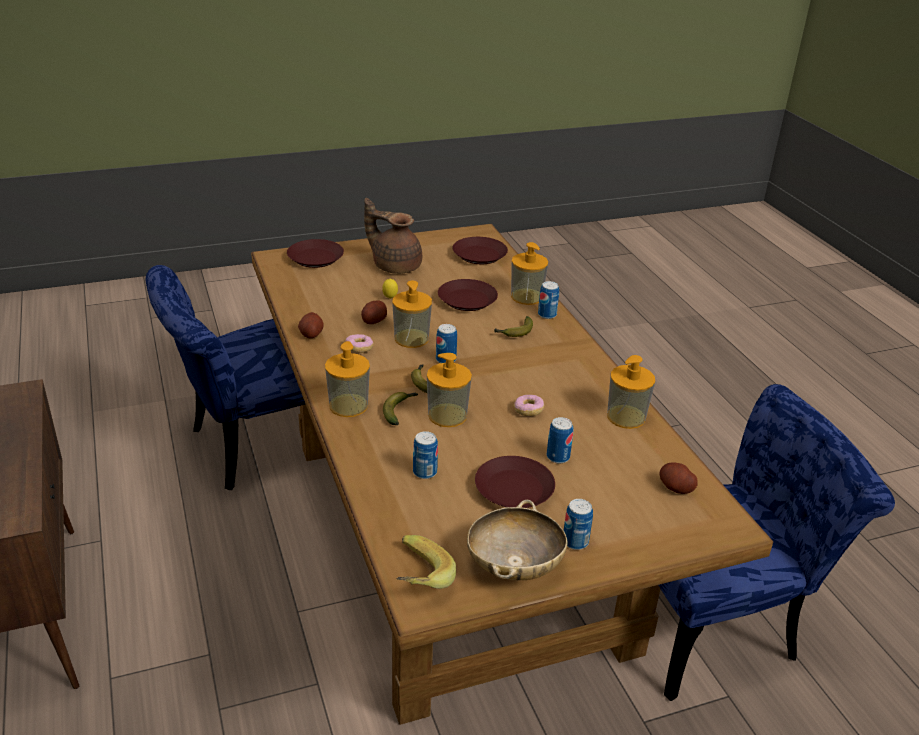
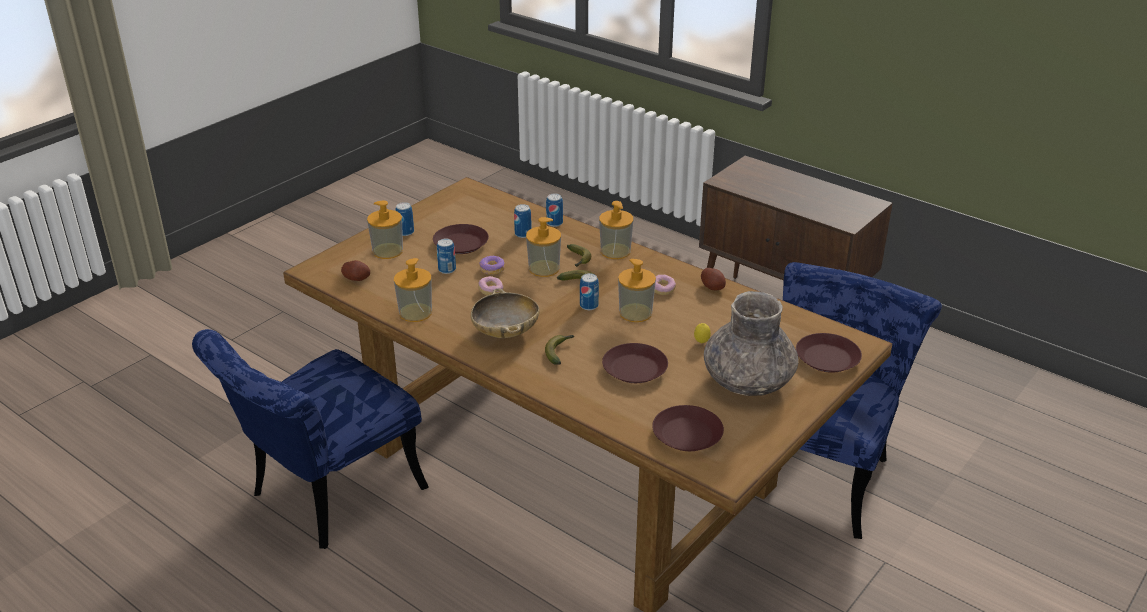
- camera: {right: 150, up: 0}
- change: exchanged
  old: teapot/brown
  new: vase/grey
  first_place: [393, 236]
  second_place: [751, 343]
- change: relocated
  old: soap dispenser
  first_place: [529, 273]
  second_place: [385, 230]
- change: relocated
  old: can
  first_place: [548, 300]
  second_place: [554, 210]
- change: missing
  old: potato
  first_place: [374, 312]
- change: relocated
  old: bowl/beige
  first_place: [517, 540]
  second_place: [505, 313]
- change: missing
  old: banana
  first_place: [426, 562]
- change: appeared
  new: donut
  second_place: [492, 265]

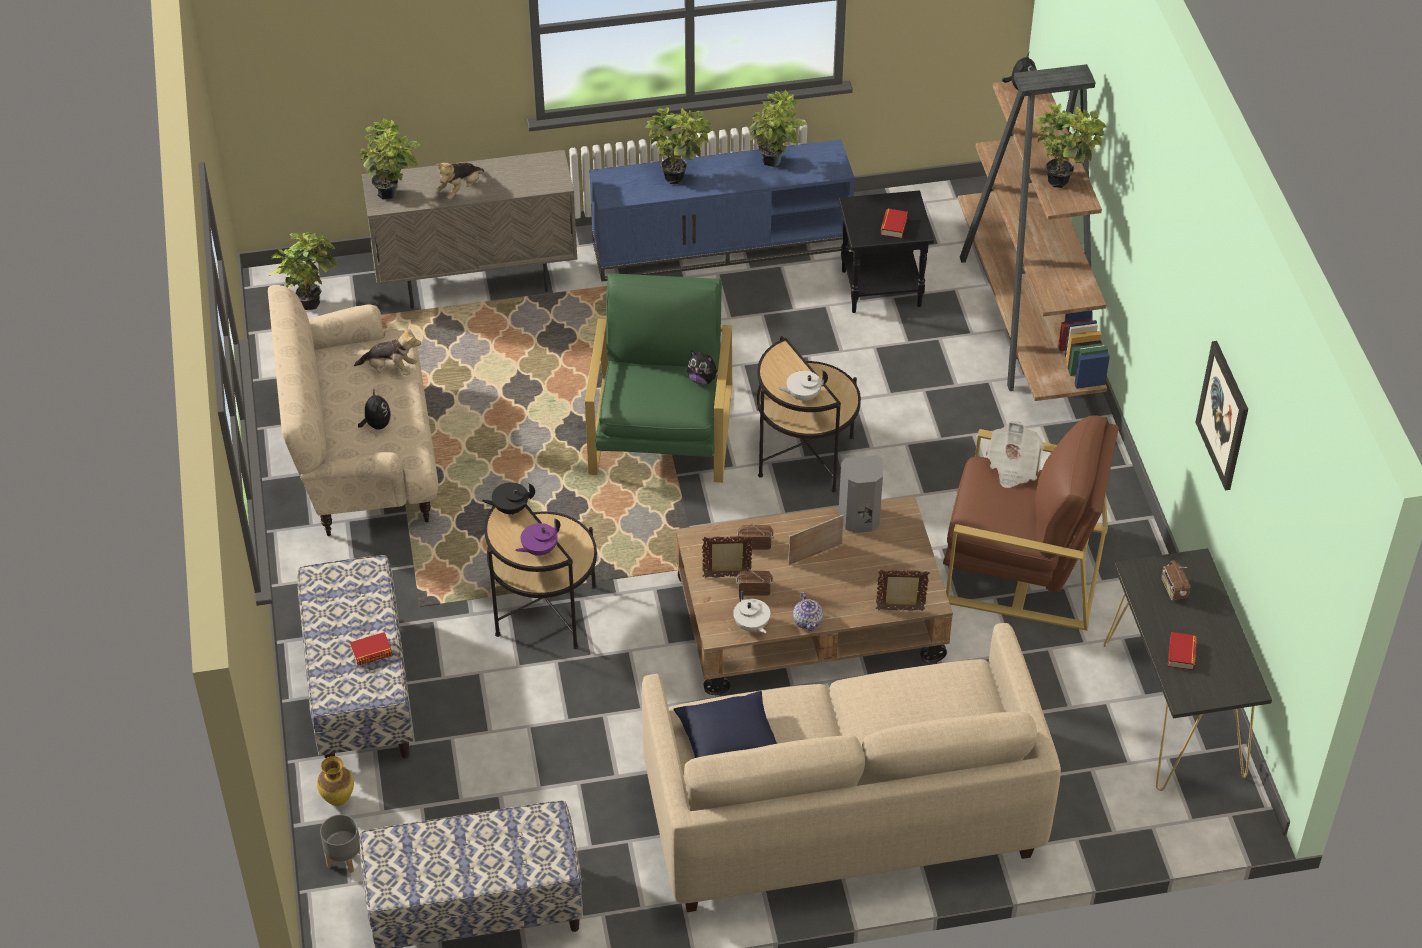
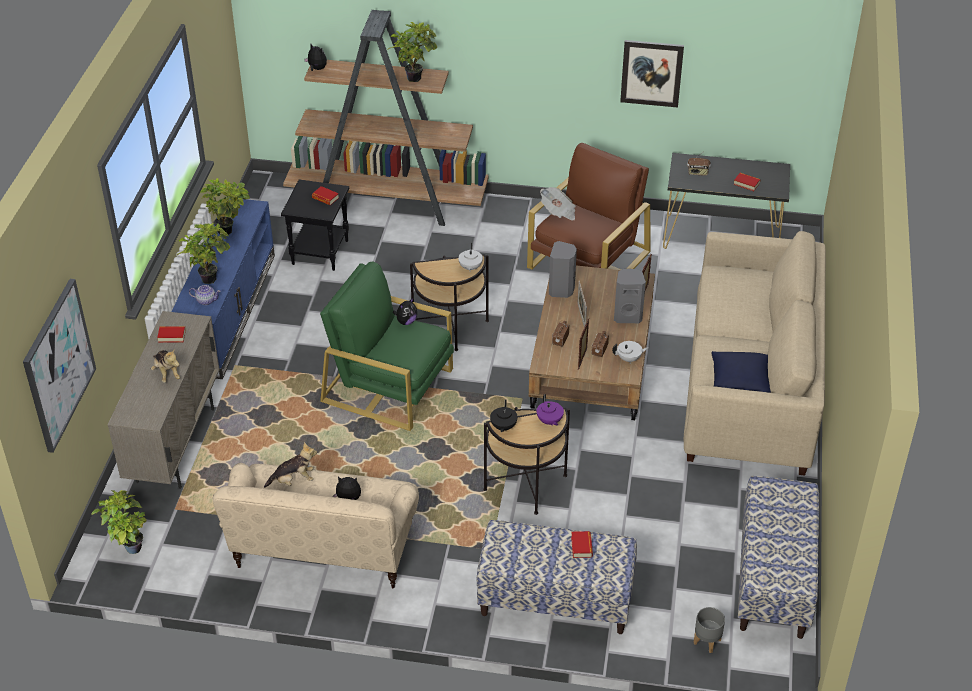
- camera: {right: -70, up: -5}
- change: missing
  old: potted plant
  first_place: [390, 159]
- change: spun
  old: plush toy
  first_place: [387, 351]
  second_place: [290, 465]
  degrees: 45
- change: relocated
  old: teapot
  first_place: [808, 612]
  second_place: [205, 295]
- change: missing
  old: vase
  first_place: [335, 781]
- change: appeared
  new: speaker/grey
  second_place: [630, 296]
- change: appeared
  new: picture
  second_place: [59, 366]
- change: appeared
  new: book
  second_place: [171, 334]

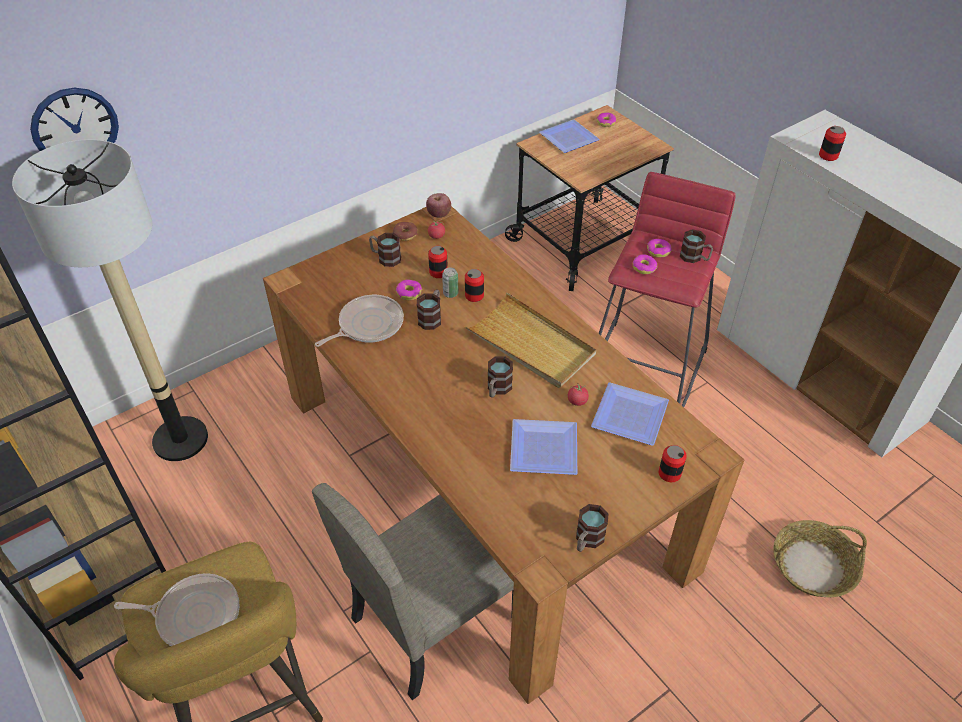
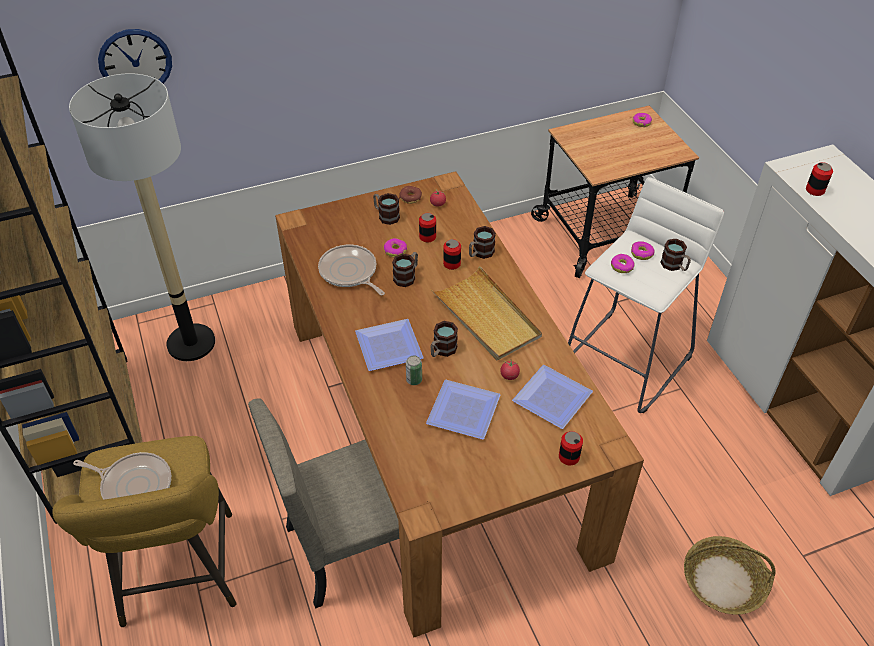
- camera: {right: 15, up: 0}
- change: relocated
  old: plate
  first_place: [569, 136]
  second_place: [389, 345]
- change: colour
  old: stool/red
  new: stool/white
  first_place: [667, 289]
  second_place: [646, 295]
- change: missing
  old: apple
  first_place: [438, 205]
- change: relocated
  old: can
  first_place: [450, 282]
  second_place: [414, 370]
- change: spun
  old: frying pan
  first_place: [359, 321]
  second_place: [351, 270]
  degrees: -105
- change: relocated
  old: mug
  first_place: [592, 528]
  second_place: [482, 242]

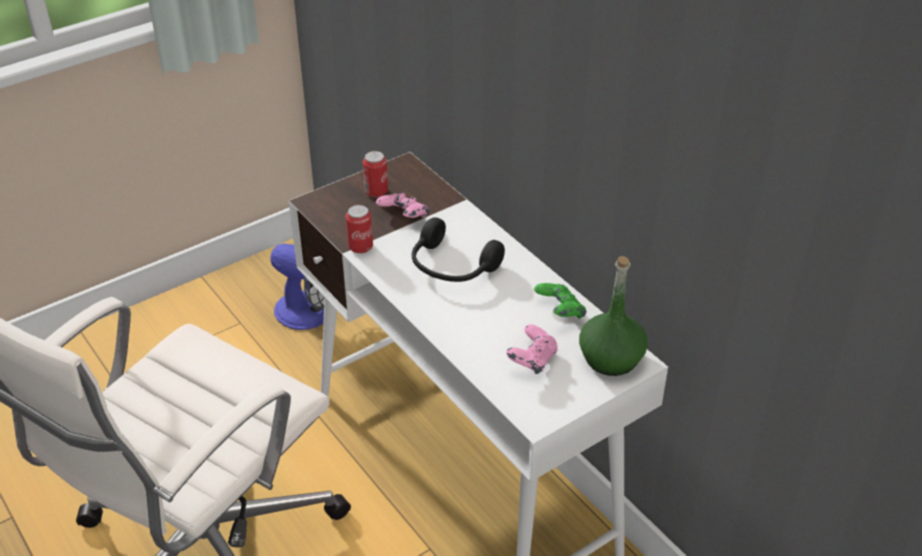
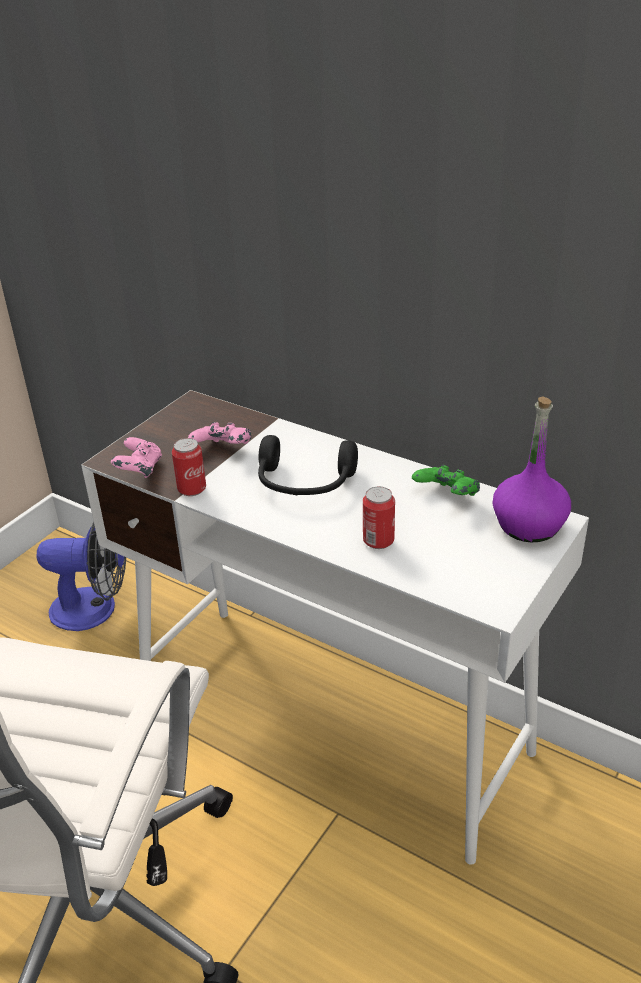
- camera: {right: -20, up: -5}
- change: relocated
  old: can
  first_place: [375, 174]
  second_place: [379, 518]
- change: colour
  old: bottle/green
  new: bottle/purple
  first_place: [613, 316]
  second_place: [532, 469]
- change: relocated
  old: game controller/pink
  first_place: [532, 349]
  second_place: [136, 457]

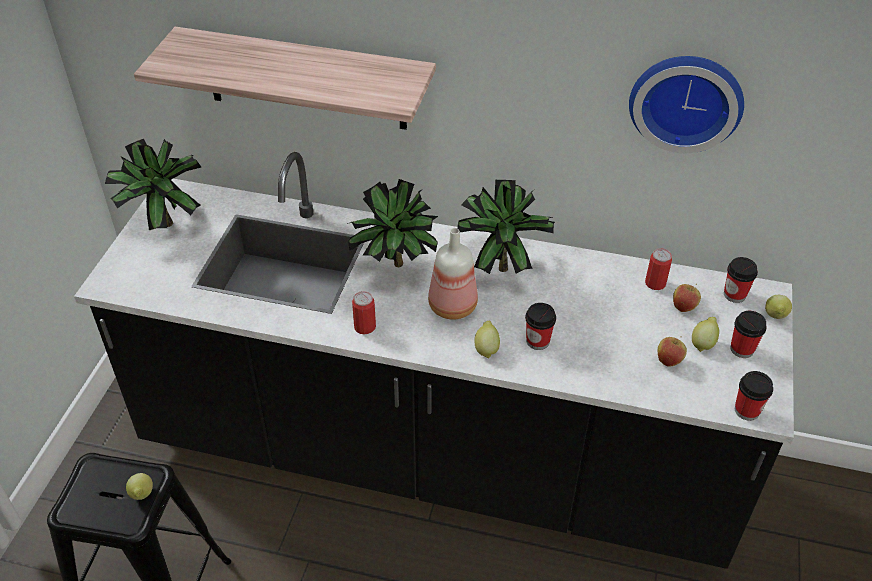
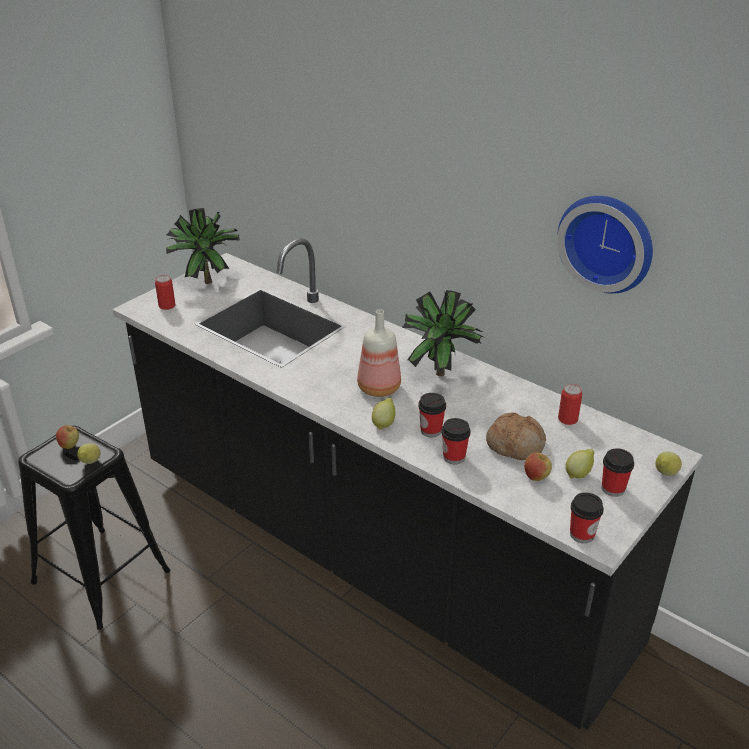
- camera: {right: 25, up: -10}
- change: missing
  old: shelf
  first_place: [285, 78]
- change: missing
  old: potted plant
  first_place: [392, 223]
- change: relocated
  old: cup
  first_place: [741, 280]
  second_place: [456, 441]
- change: relocated
  old: apple
  first_place: [687, 298]
  second_place: [67, 437]
- change: relocated
  old: can
  first_place: [364, 312]
  second_place: [165, 292]
- change: appeared
  new: bread
  second_place: [516, 436]

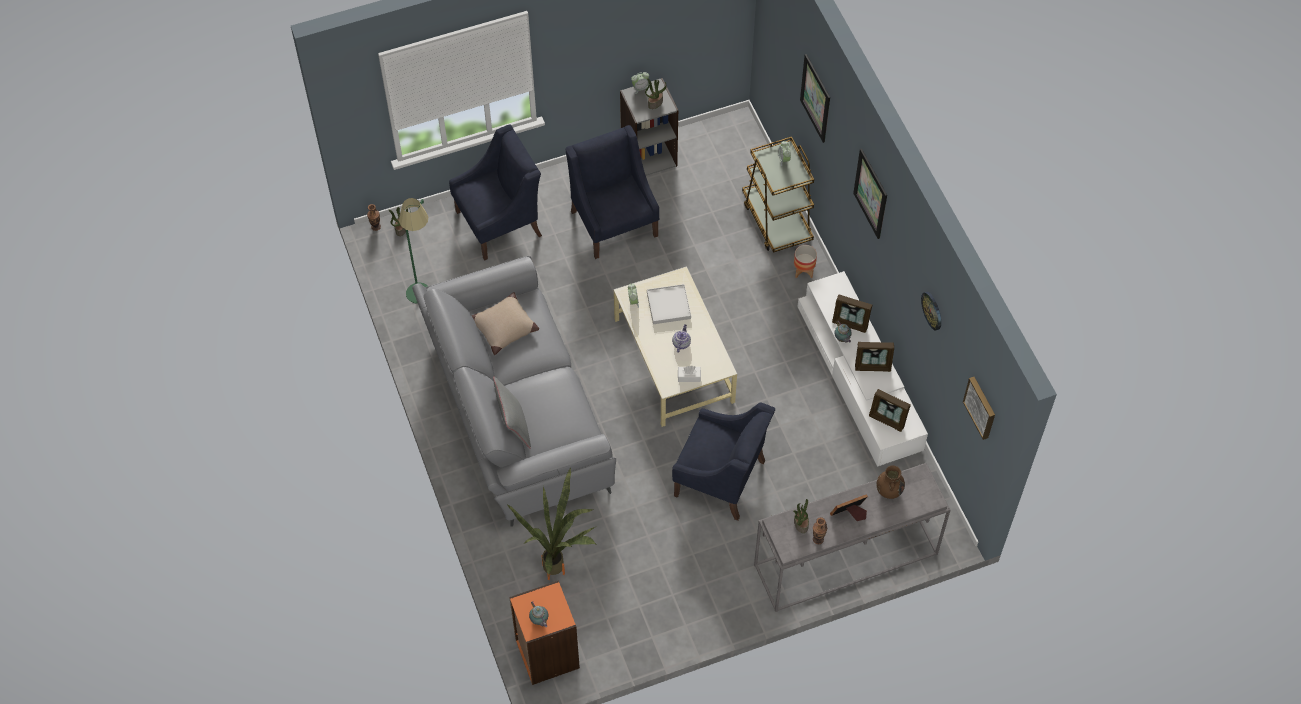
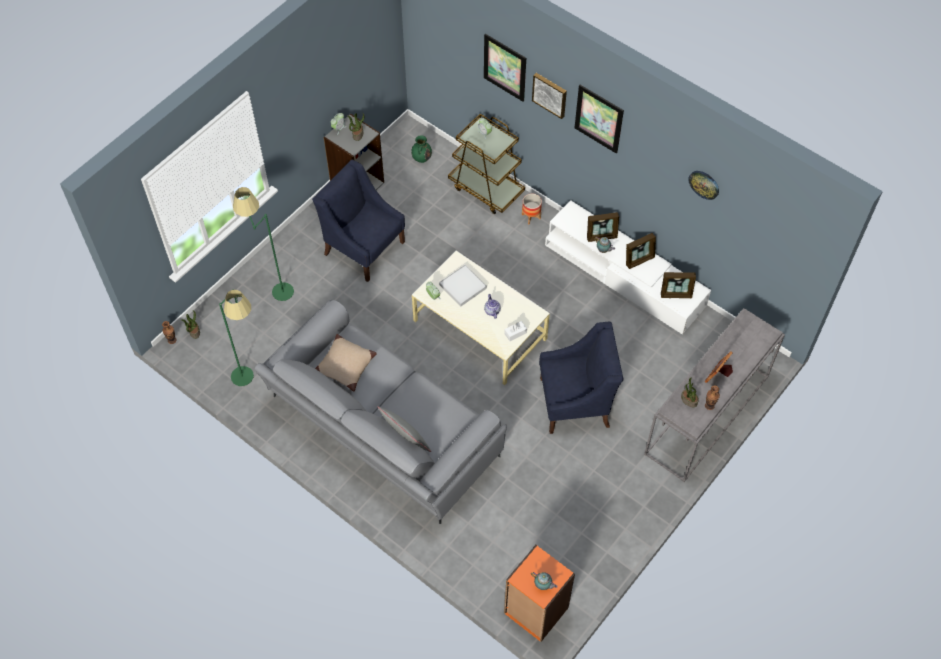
- camera: {right: -30, up: 0}
- change: exchanged
  old: armchair/blue
  new: floor lamp/green
  first_place: [495, 192]
  second_place: [263, 244]
- change: relocated
  old: picture
  first_place: [979, 408]
  second_place: [549, 96]
- change: missing
  old: vase/brown
  first_place: [891, 482]
- change: missing
  old: potted plant
  first_place: [551, 524]
- change: appeared
  new: vase/green
  second_place: [421, 149]

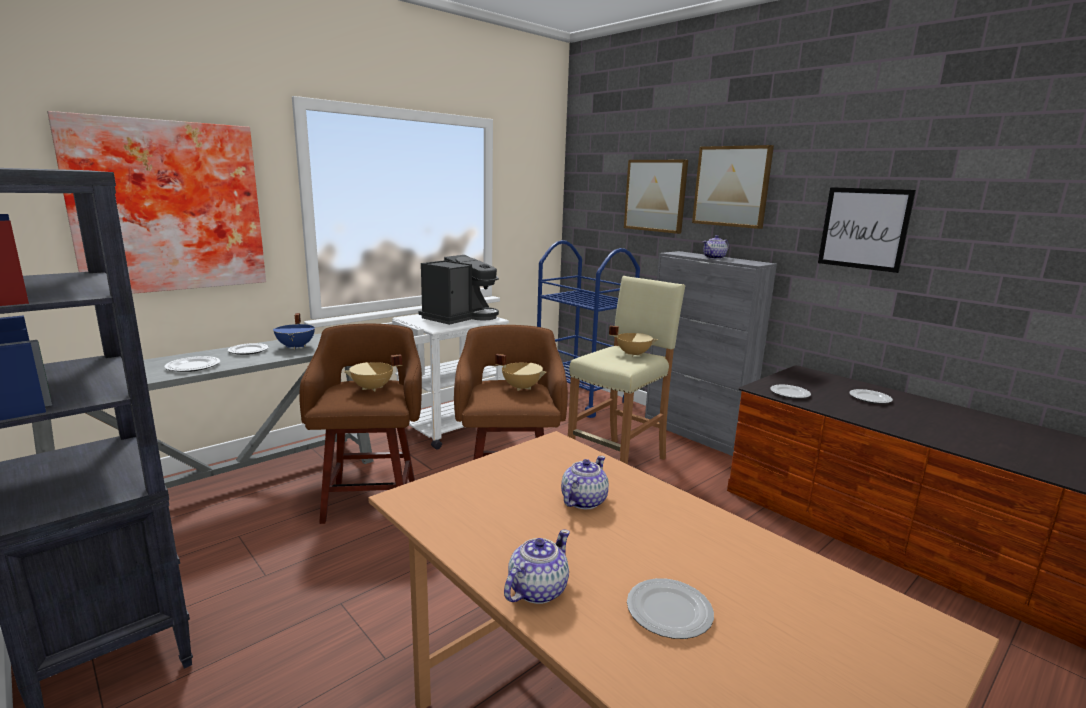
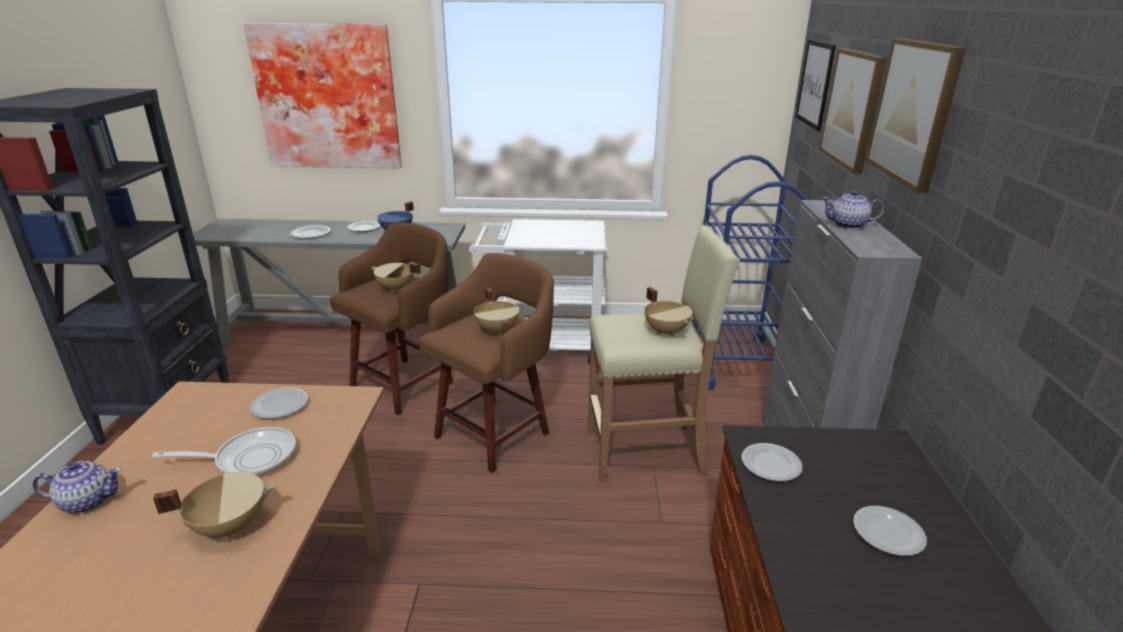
- camera: {right: 45, up: 10}
- change: relocated
  old: picture
  first_place: [867, 230]
  second_place: [816, 85]
- change: missing
  old: coffee machine
  first_place: [458, 290]
- change: exchanged
  old: teapot
  new: frying pan
  first_place: [585, 482]
  second_place: [224, 451]
- change: relocated
  old: plate
  first_place: [670, 608]
  second_place: [278, 403]
- change: appeared
  new: cooking pot/beige
  second_place: [214, 505]

